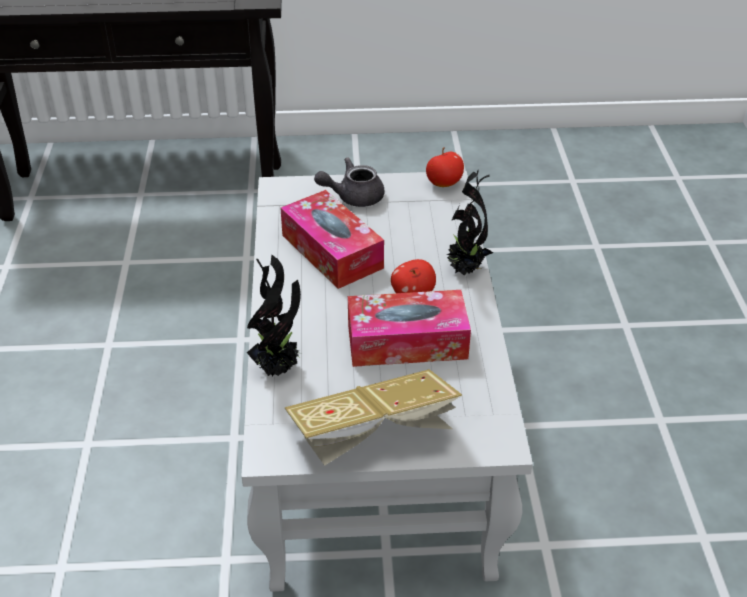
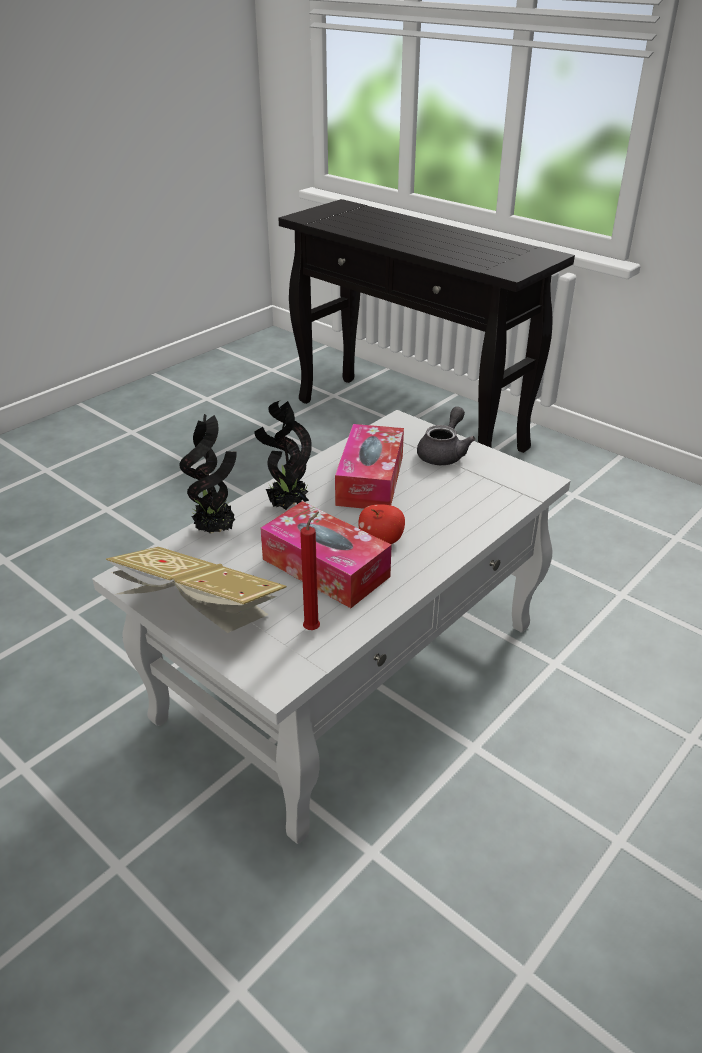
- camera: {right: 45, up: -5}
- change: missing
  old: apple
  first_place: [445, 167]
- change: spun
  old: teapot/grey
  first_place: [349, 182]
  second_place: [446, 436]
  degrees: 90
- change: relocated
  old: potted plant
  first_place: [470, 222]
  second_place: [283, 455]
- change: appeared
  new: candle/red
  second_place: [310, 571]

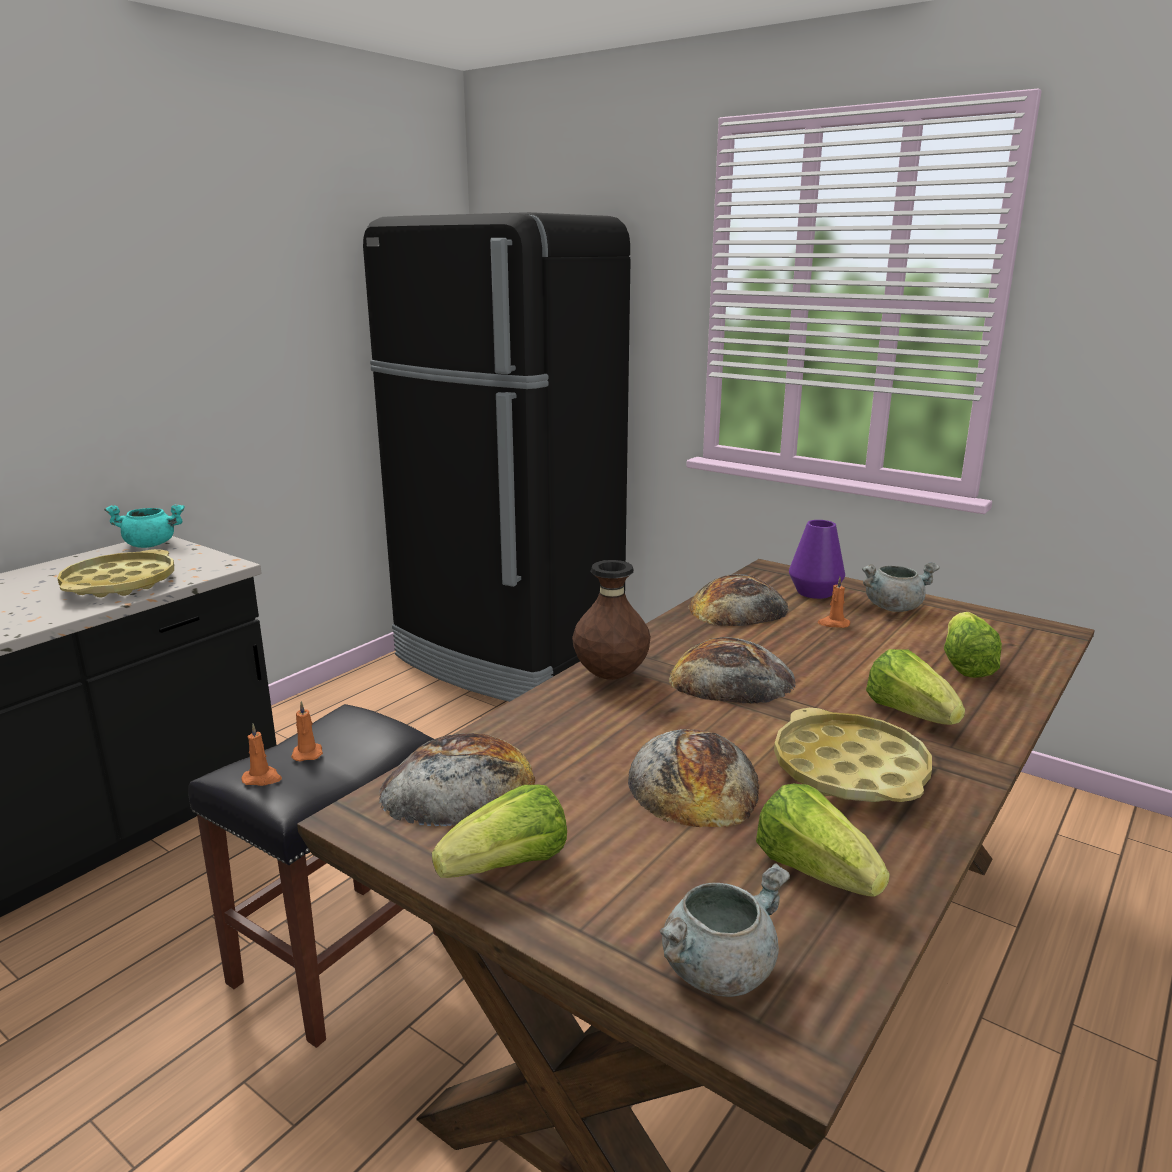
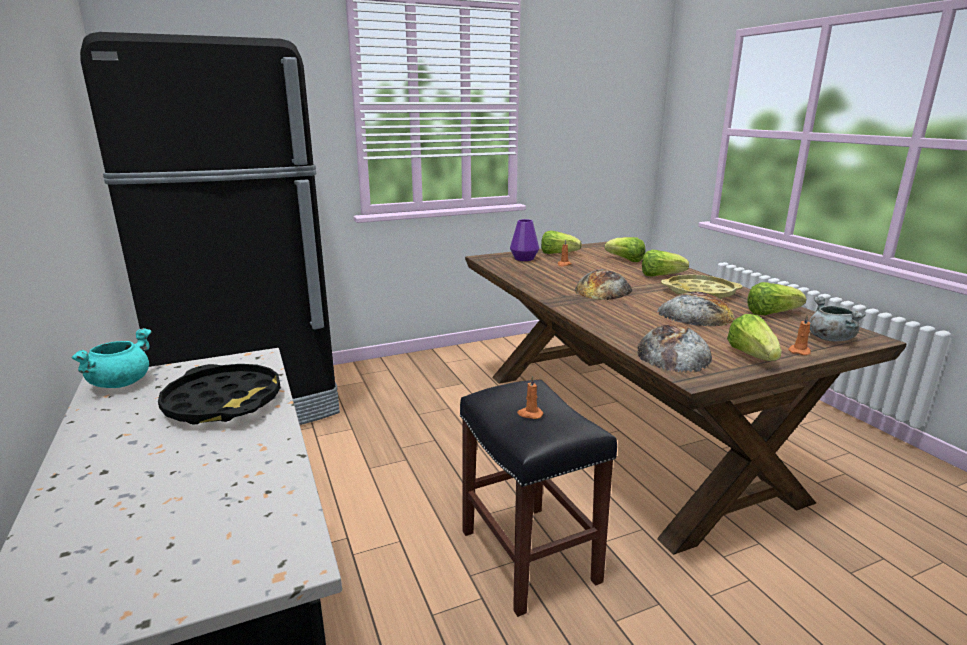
- camera: {right: -60, up: 0}
- change: colour
  old: tray/yellow
  new: tray/black
  first_place: [115, 573]
  second_place: [219, 394]
- change: missing
  old: vase/brown
  first_place: [611, 620]
- change: exchanged
  old: cooking pot/grey
  new: lettuce
  first_place: [901, 587]
  second_place: [561, 242]
- change: missing
  old: bread
  first_place: [738, 600]
- change: relocated
  old: candle/orange
  first_place: [262, 754]
  second_place: [799, 335]

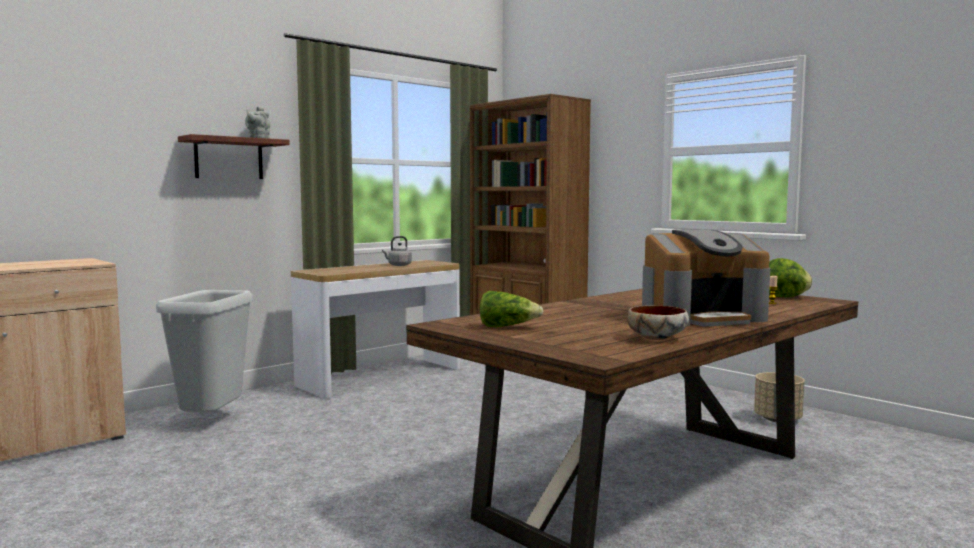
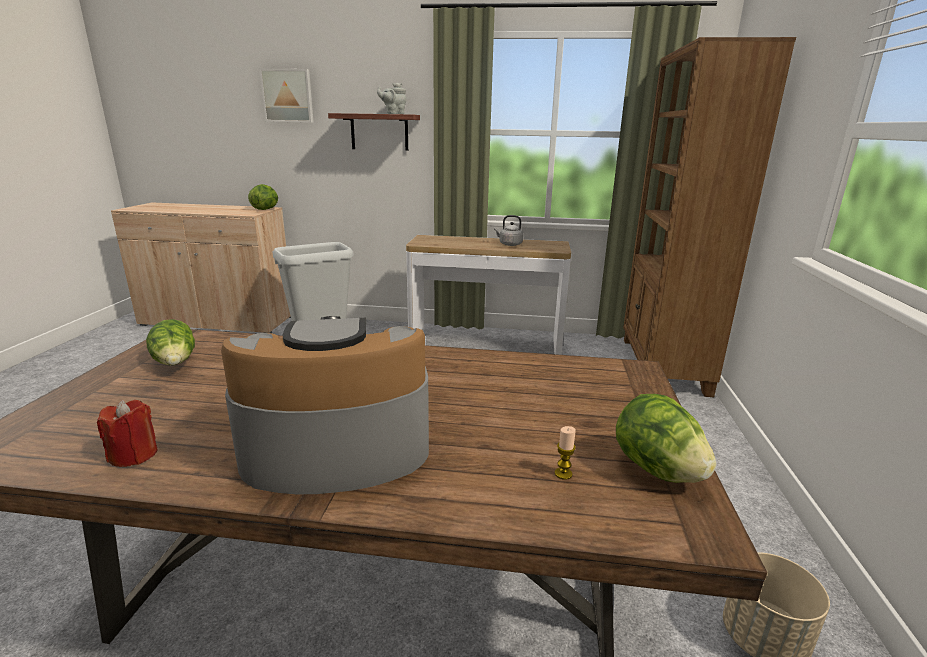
- camera: {right: 50, up: 15}
- change: spun
  old: coffee machine
  first_place: [706, 278]
  second_place: [325, 405]
  degrees: 135
- change: exchanged
  old: bowl
  new: candle/red
  first_place: [657, 322]
  second_place: [127, 433]
- change: appeared
  new: picture
  second_place: [286, 96]
- change: appeared
  new: lettuce
  second_place: [263, 197]

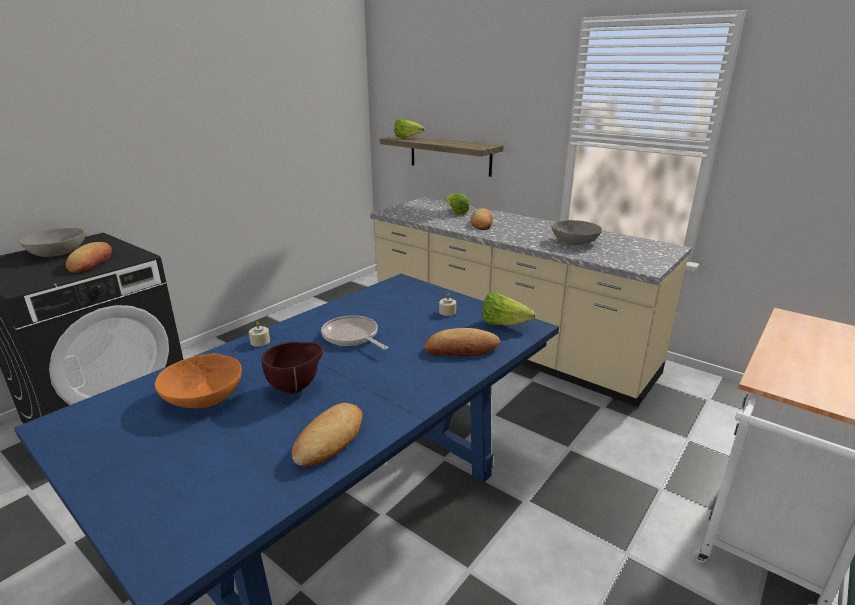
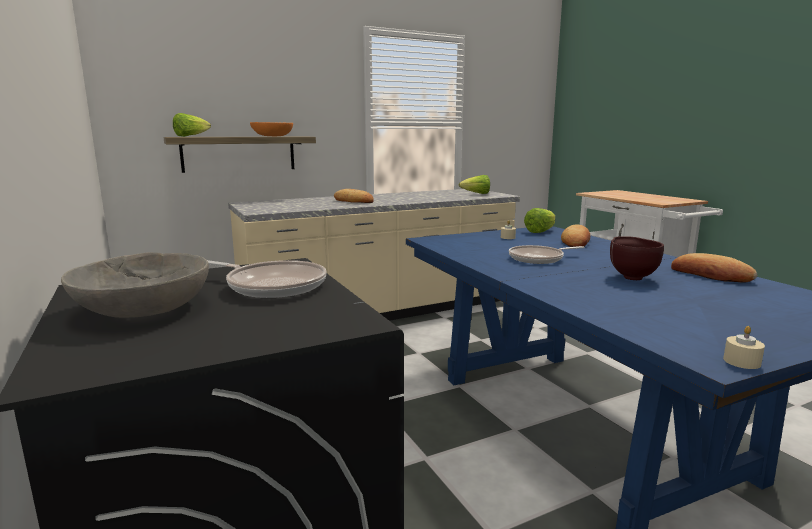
- camera: {right: -65, up: -10}
- change: relocated
  old: lettuce
  first_place: [457, 204]
  second_place: [474, 184]
- change: missing
  old: bowl/grey
  first_place: [577, 232]
- change: exchanged
  old: bread
  new: frying pan
  first_place: [89, 258]
  second_place: [267, 279]
- change: relocated
  old: candle/beige
  first_place: [259, 334]
  second_place: [744, 347]
- change: relocated
  old: bowl/orange
  first_place: [198, 380]
  second_place: [271, 129]

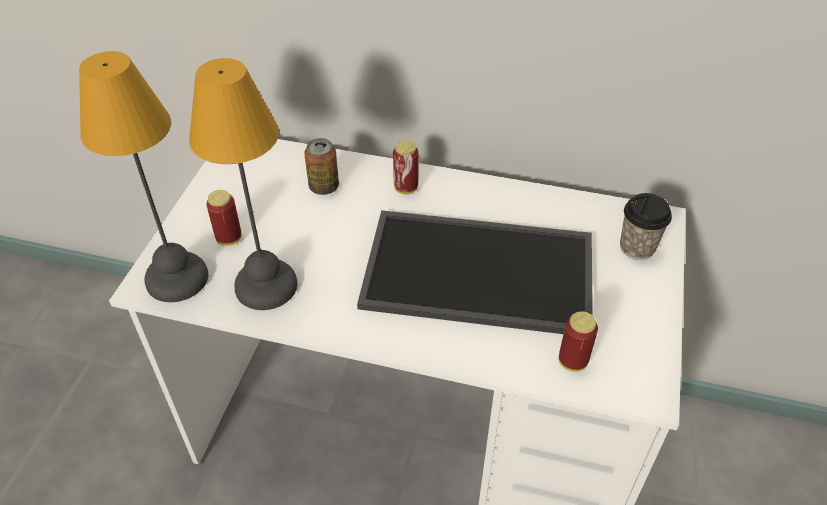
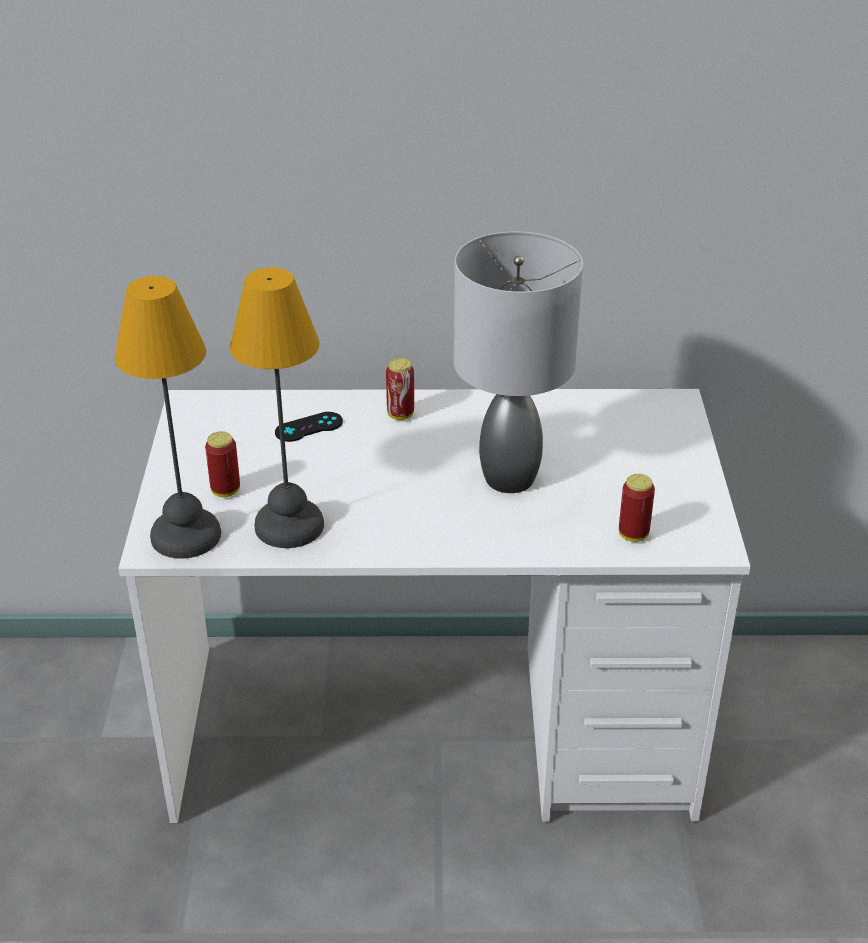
- camera: {right: -15, up: -10}
- change: exchanged
  old: can
  new: game controller/black
  first_place: [321, 166]
  second_place: [309, 427]
- change: missing
  old: cup
  first_place: [646, 226]
- change: exchanged
  old: tray
  new: table lamp/grey
  first_place: [475, 272]
  second_place: [518, 362]

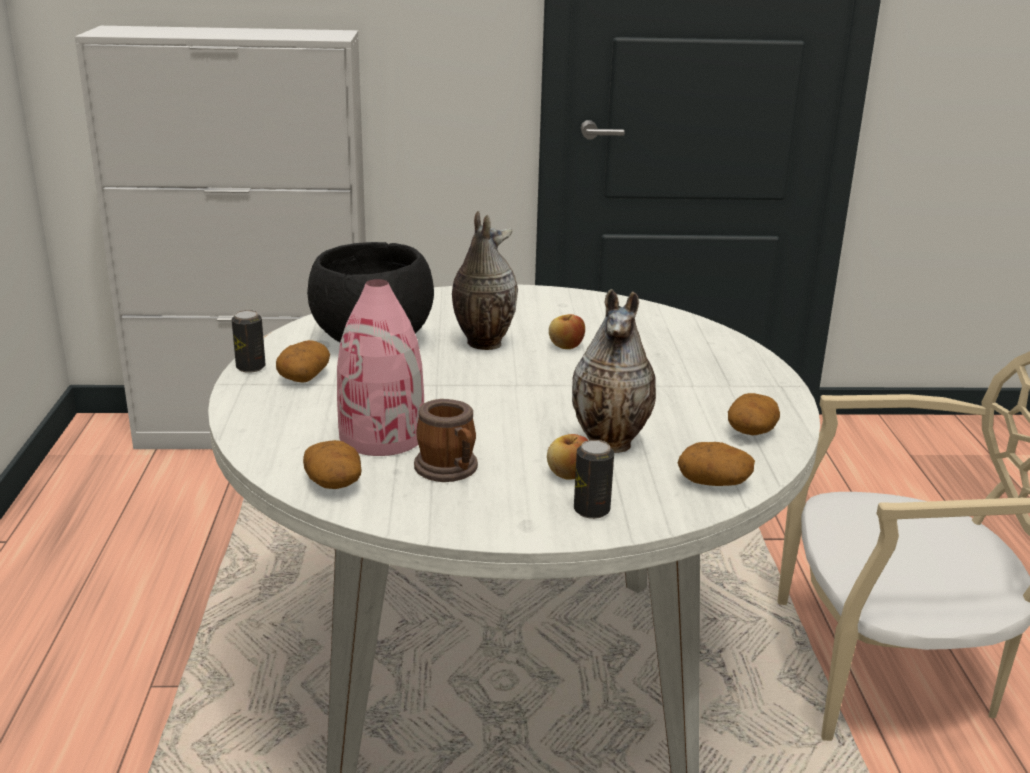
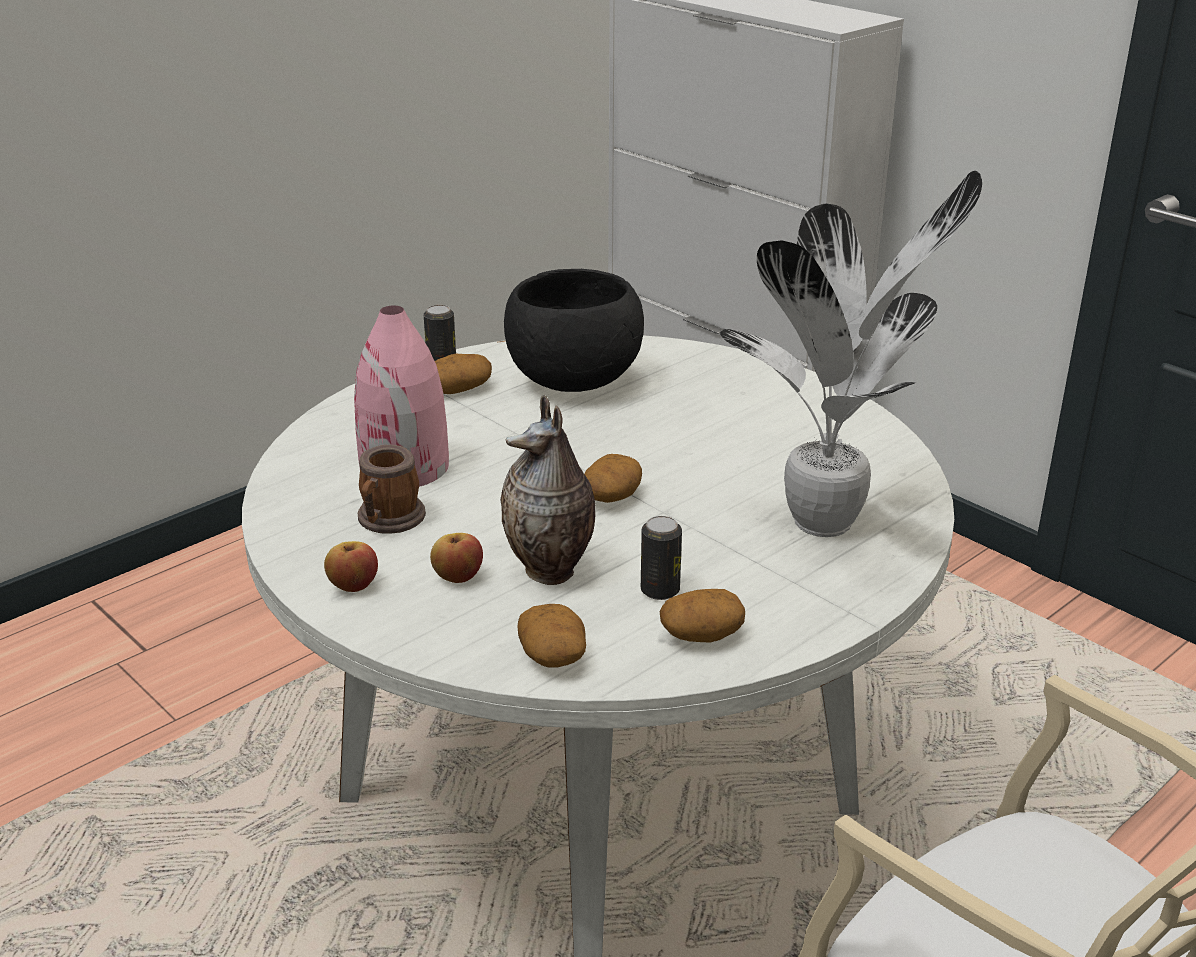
- camera: {right: 50, up: 5}
- change: missing
  old: vase
  first_place: [485, 280]
- change: relocated
  old: apple
  first_place: [567, 331]
  second_place: [351, 566]
- change: relocated
  old: potato
  first_place: [332, 464]
  second_place: [613, 478]
- change: relocated
  old: can
  first_place: [594, 479]
  second_place: [661, 558]
- change: appeared
  new: potted plant
  second_place: [851, 354]

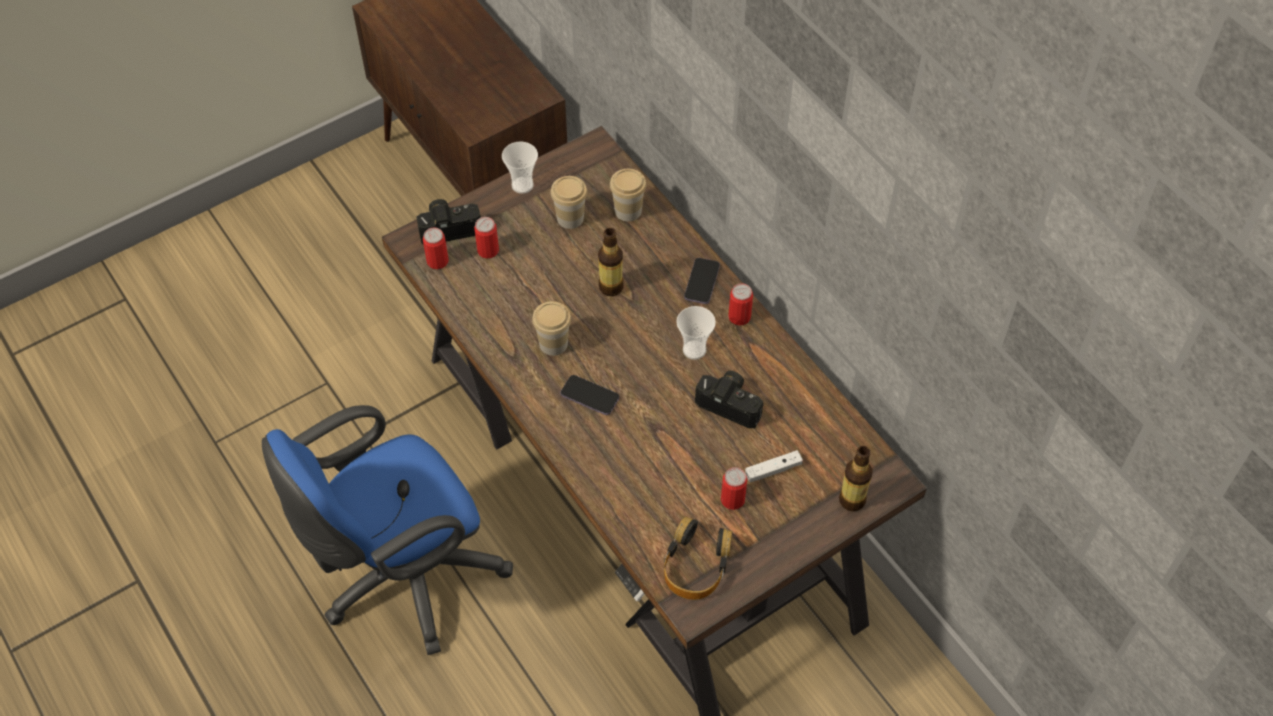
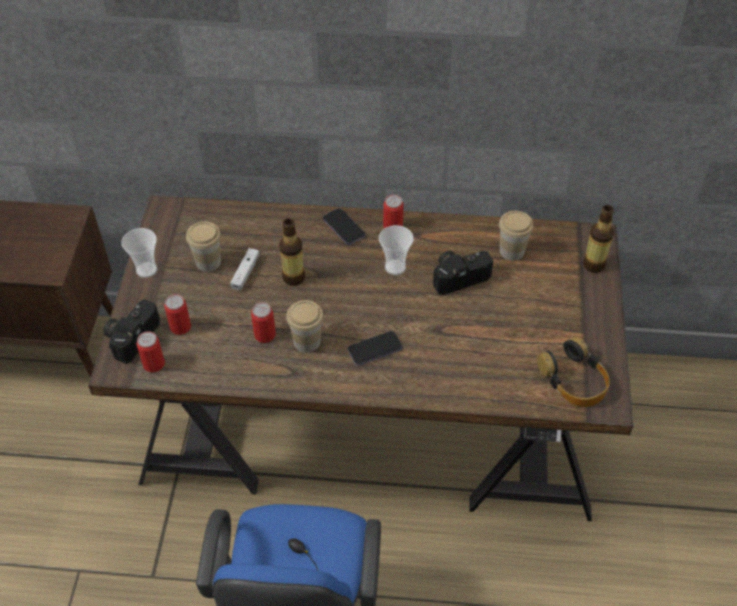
- camera: {right: -50, up: -5}
- change: relocated
  old: cup
  first_place: [628, 195]
  second_place: [516, 236]
- change: relocated
  old: game controller/white
  first_place: [774, 466]
  second_place: [245, 269]
- change: relocated
  old: can
  first_place: [734, 488]
  second_place: [263, 322]

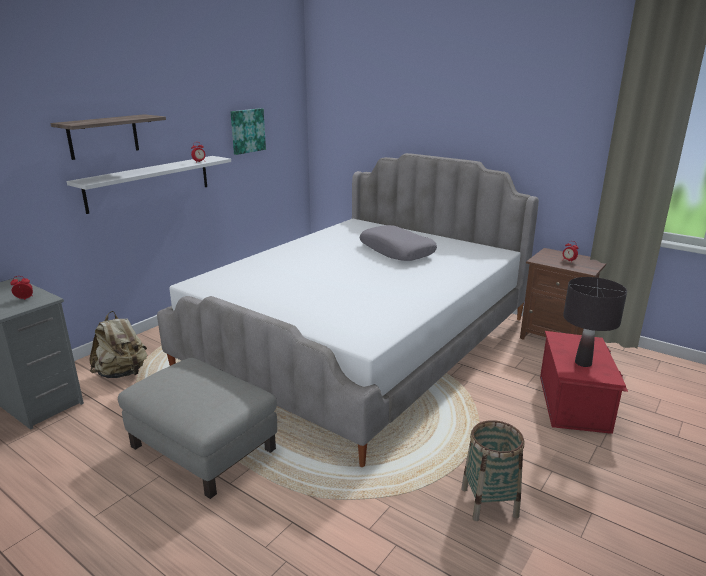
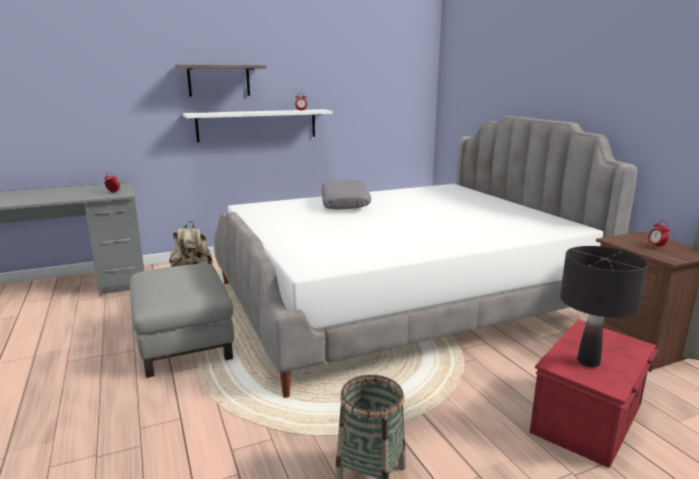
- camera: {right: 30, up: -5}
- change: missing
  old: picture
  first_place: [248, 131]
- change: relocated
  old: pillow/grey
  first_place: [398, 243]
  second_place: [346, 195]

